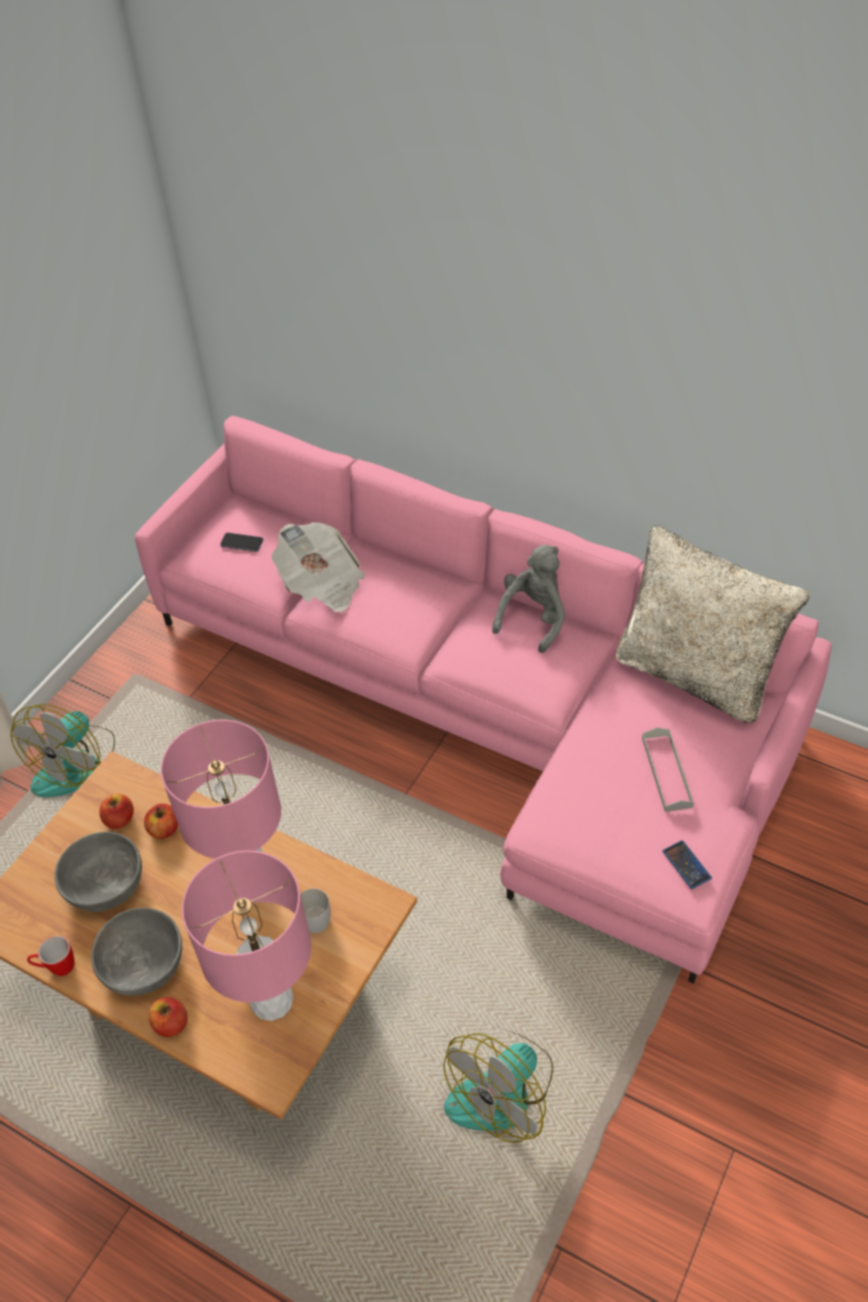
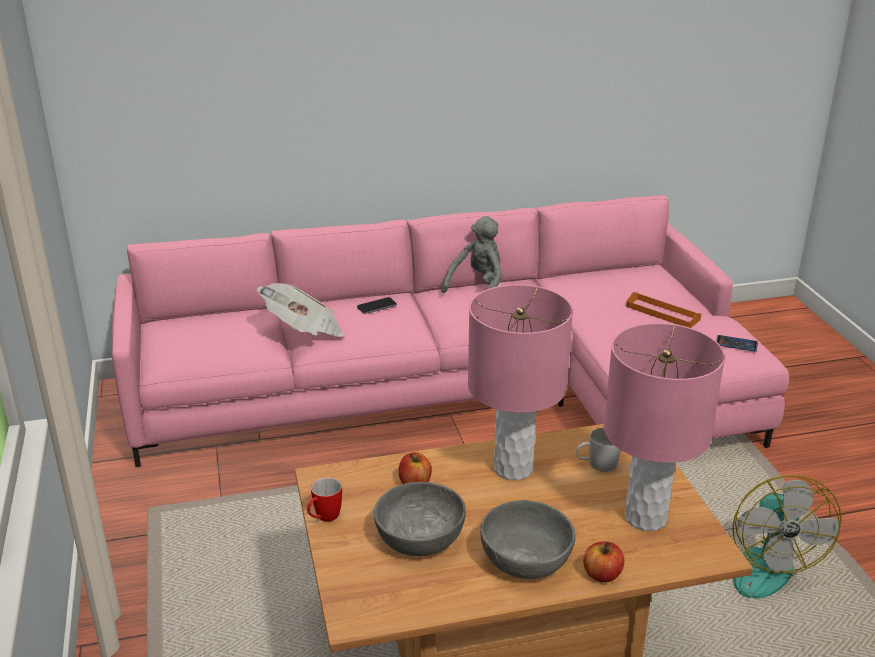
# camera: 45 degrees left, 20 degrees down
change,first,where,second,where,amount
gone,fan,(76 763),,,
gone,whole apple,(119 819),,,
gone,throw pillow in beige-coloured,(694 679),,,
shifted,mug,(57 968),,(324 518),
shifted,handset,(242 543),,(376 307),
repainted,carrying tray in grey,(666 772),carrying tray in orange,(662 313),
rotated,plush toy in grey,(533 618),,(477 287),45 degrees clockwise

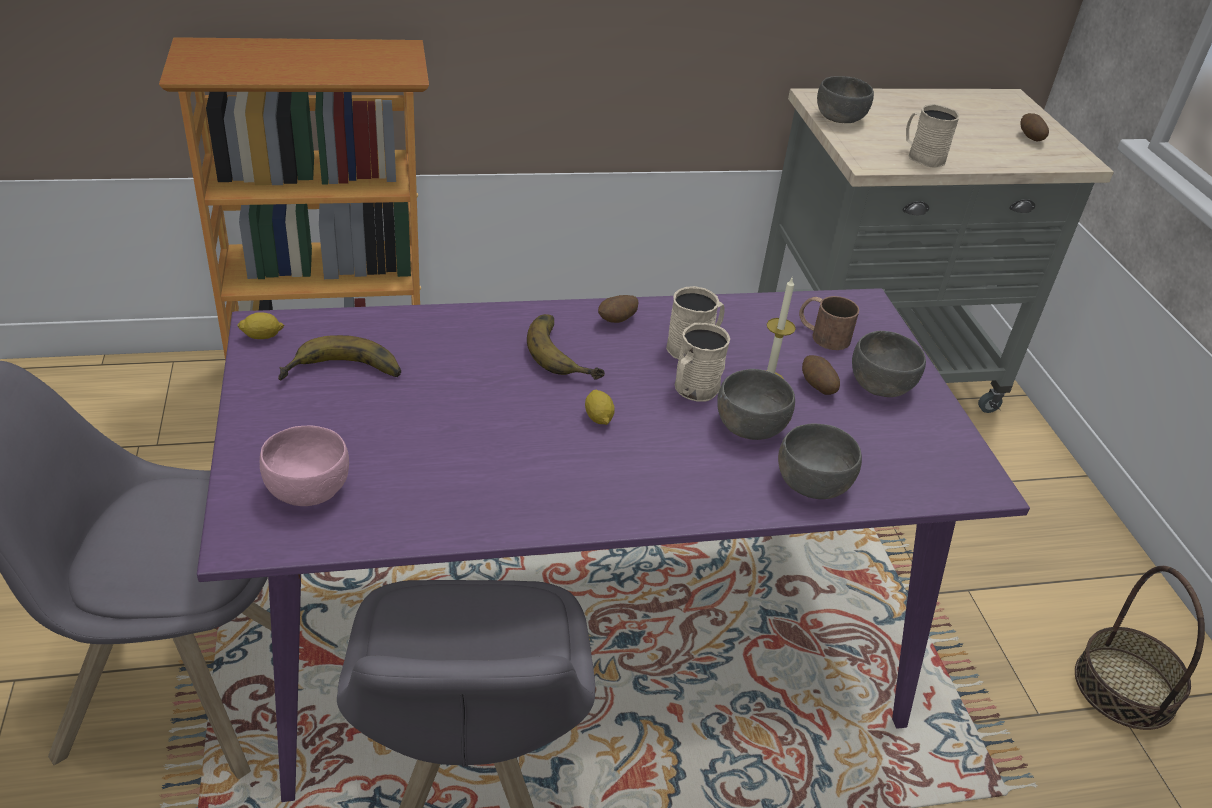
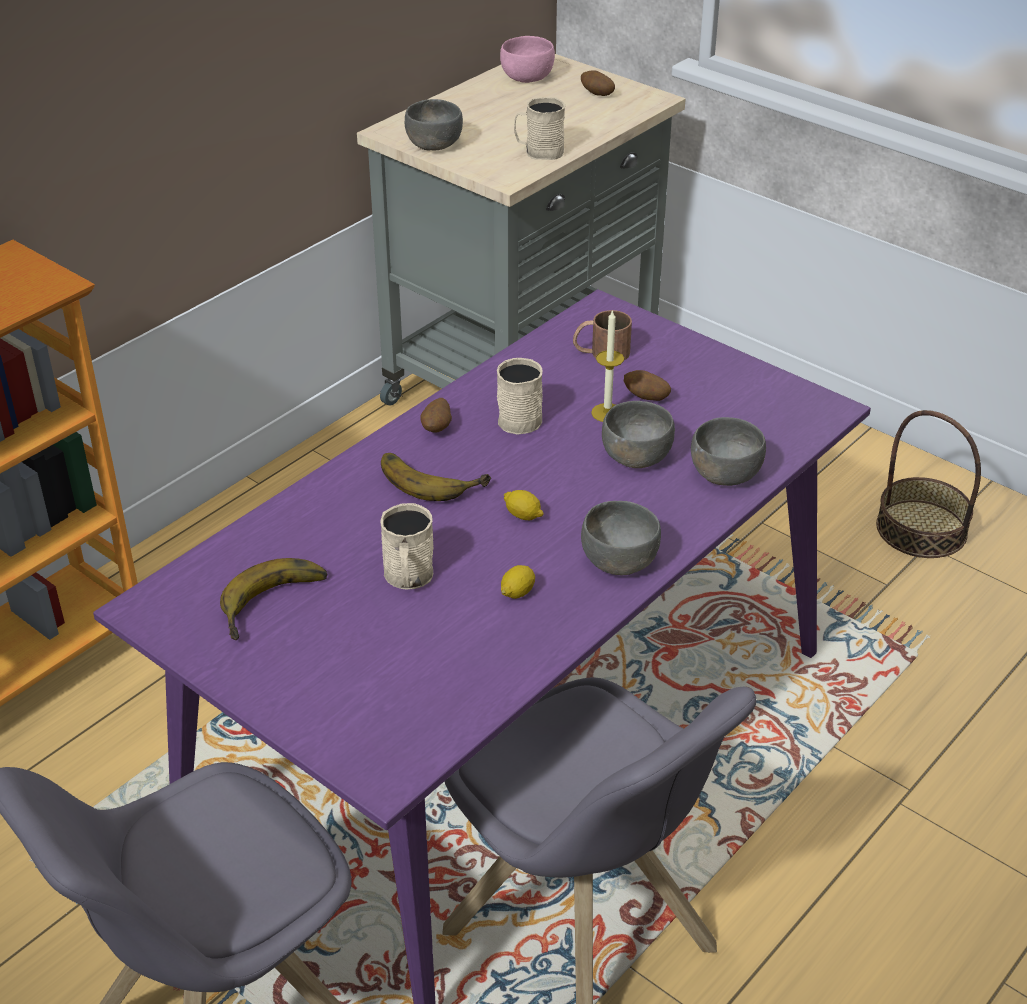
# camera: 35 degrees left, 0 degrees up
change,first,where,second,where,amount
shifted,lemon,(262 336),,(518 592),
shifted,serving bowl in pink,(306 489),,(526 77),
shifted,mug in beige-coloured,(693 390),,(408 577),
shifted,serving bowl in grey,(881 384),,(618 560),

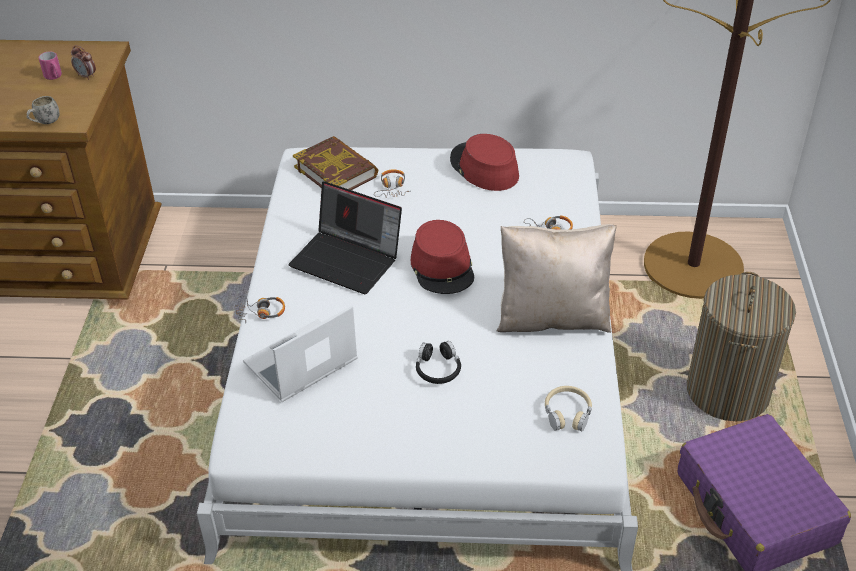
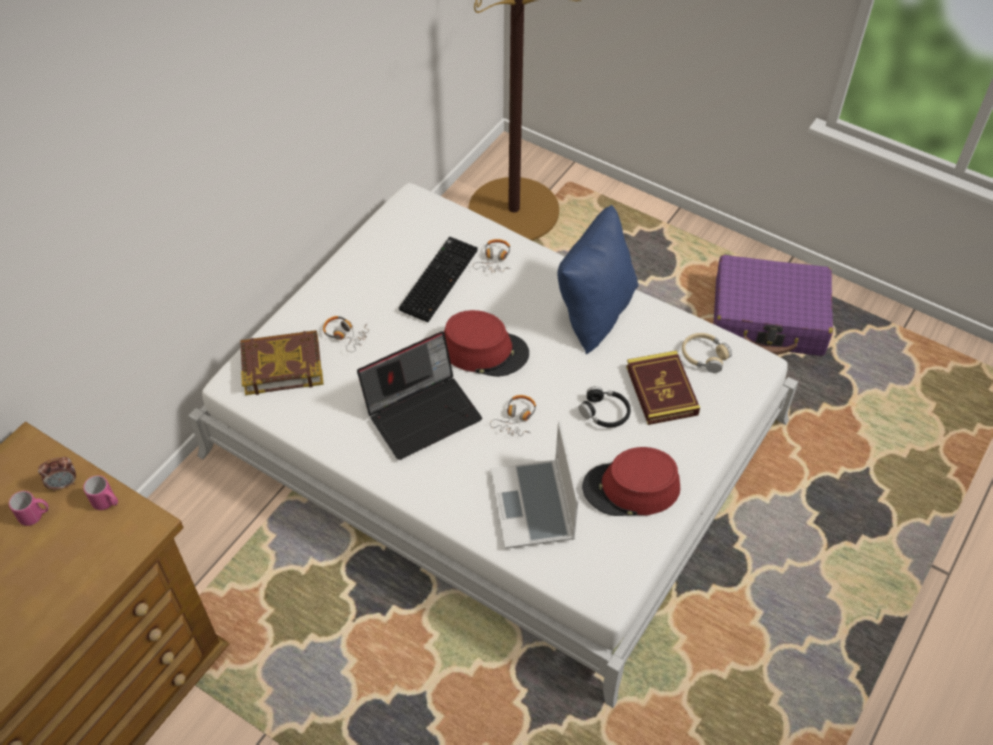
# camera: 60 degrees left, 10 degrees up
change,first,where,second,where,amount
gone,mug in white,(45 123),,,
gone,laundry basket,(727 391),,,
new,,,mug in pink,(107 503),
new,,,keyboard,(438 278),
new,,,book,(661 390),
shifted,pair of headphones,(260 312),,(516 418),
shifted,wearable hat in red-coloured,(484 168),,(631 488),
repainted,throw pillow in beige-coloured,(552 317),throw pillow in blue,(594 312),

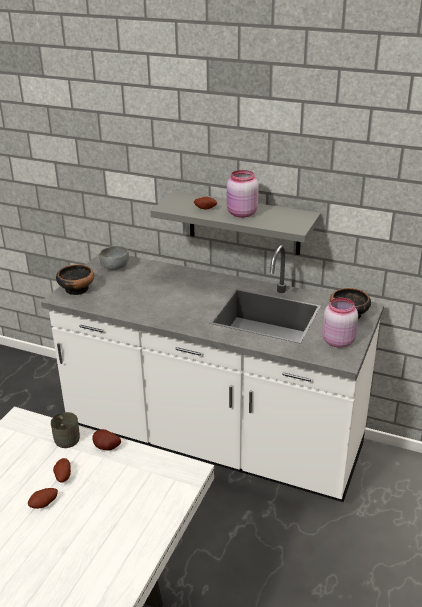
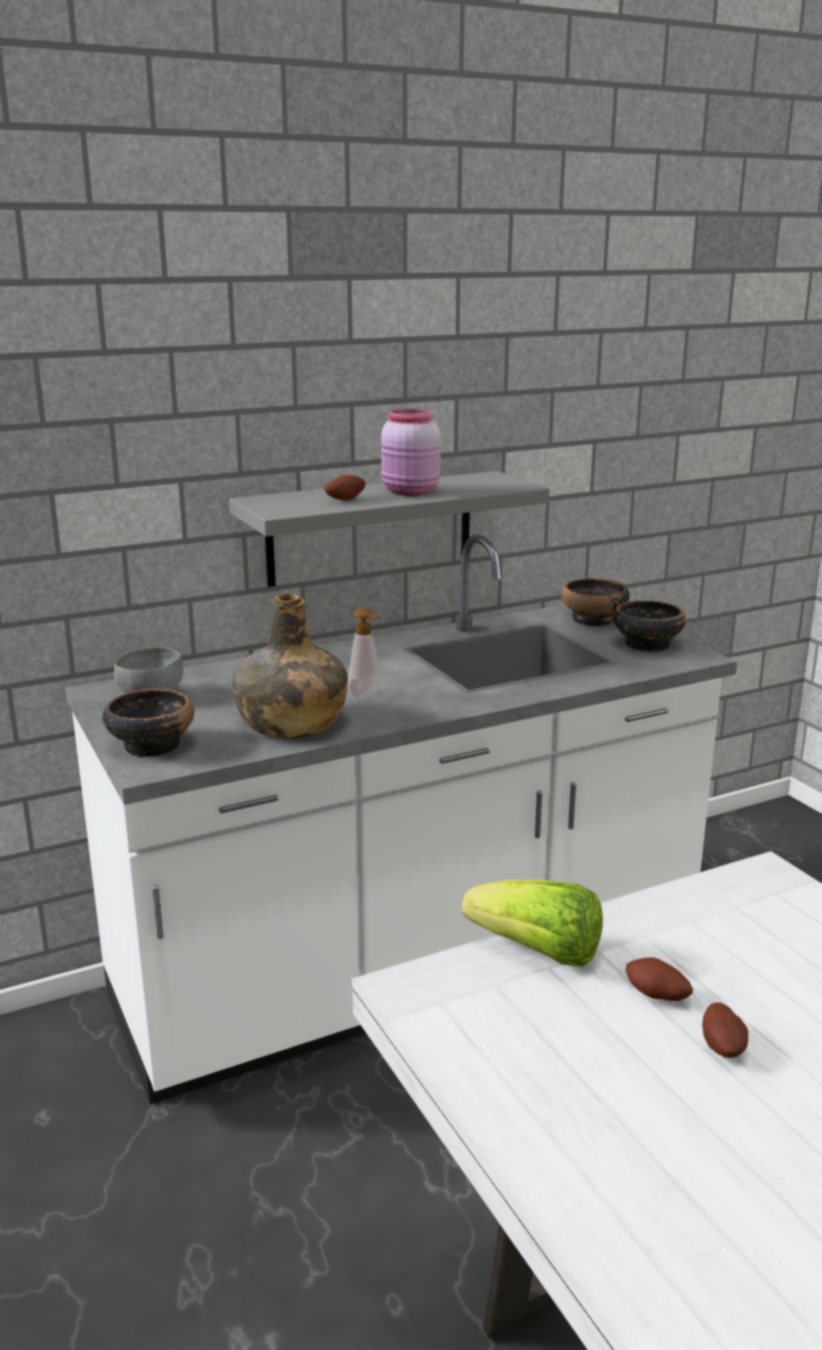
# camera: 50 degrees left, 10 degrees down
change,first,where,second,where,amount
gone,potato,(106 448),,,
new,,,beverage bottle in green-coloured,(291 724),
new,,,soap bottle,(367 696),
swapped,mug in grey,(66 437),lettuce,(538 952),
swapped,preserve jar in pink,(337 341),serving bowl,(646 644),

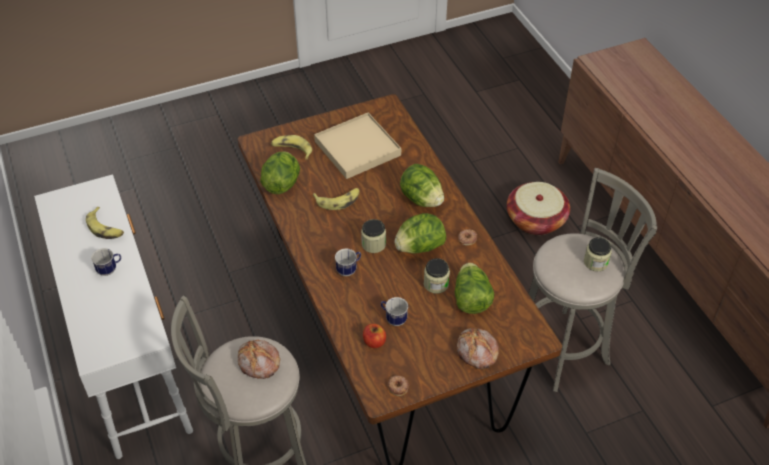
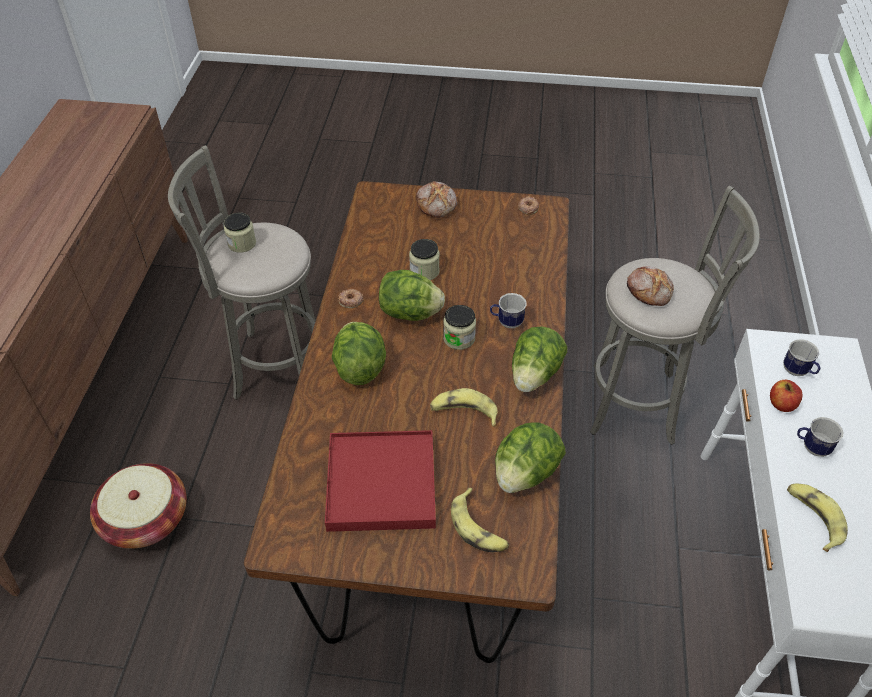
# camera: 150 degrees left, 0 degrees up
change,first,where,second,where,amount
shifted,whole apple,(374 342),,(781 404),
shifted,mug,(393 319),,(798 372),
shifted,lettuce,(471 299),,(534 375),
repainted,carrying tray in beige-coloured,(357 148),carrying tray in red-coloured,(381 483),

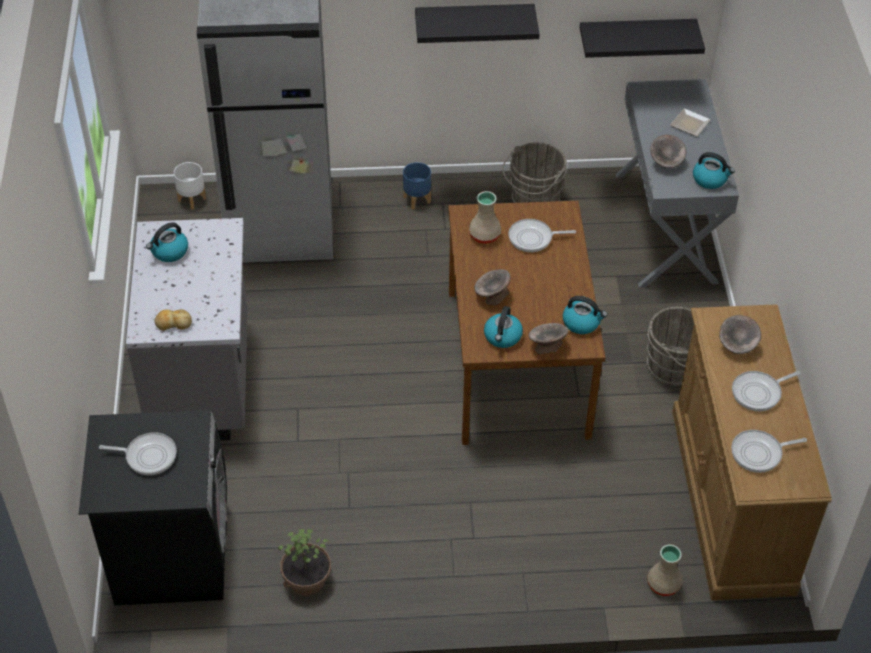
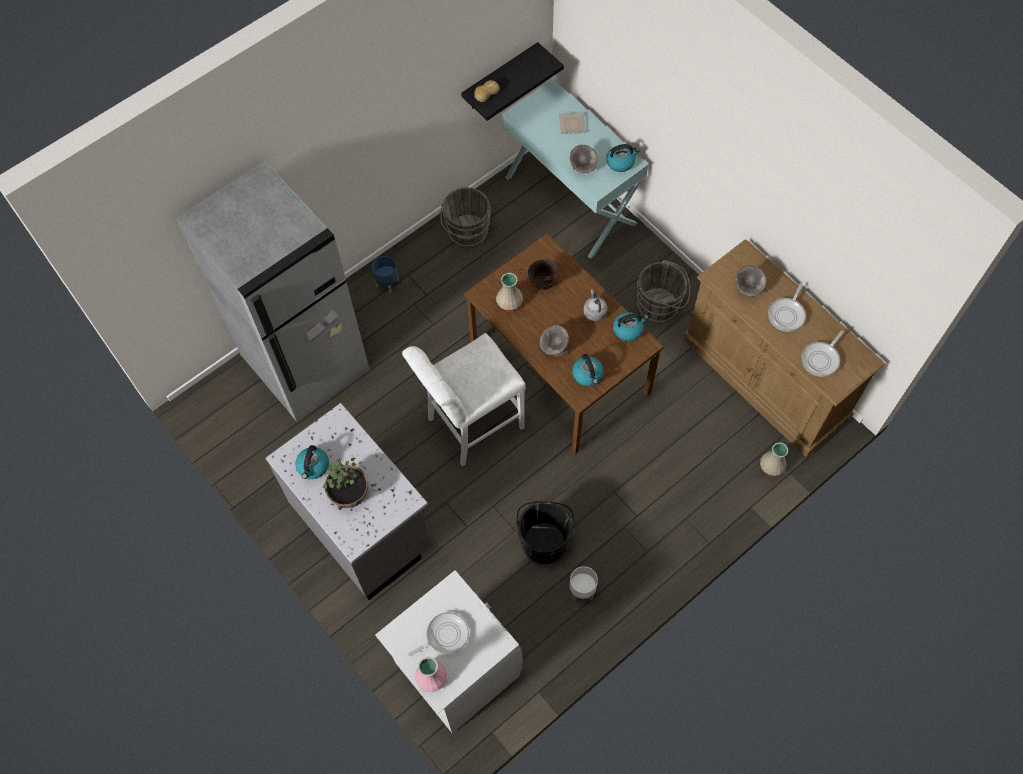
# camera: 35 degrees left, 15 degrees up
change,first,where,second,where,amount
gone,shelf in black,(474 21),,,
gone,serving bowl in grey,(546 346),,,
new,,,stool in white,(470 425),
new,,,decorative vase in pink,(431 677),
new,,,water bucket in black,(544 539),
new,,,tea kettle in grey,(594 311),
shifted,baked bread,(173 323),,(486 94),
shifted,flower pot in white,(191 199),,(581 590),
shifted,houseplant,(307 580),,(350 494),
swapped,frying pan,(533 238),serving bowl in brown,(543 283),
repainted,laundry machine in black,(169 552),laundry machine in white,(454 669),
repainted,desk in grey,(666 227),desk in blue-green,(571 199),

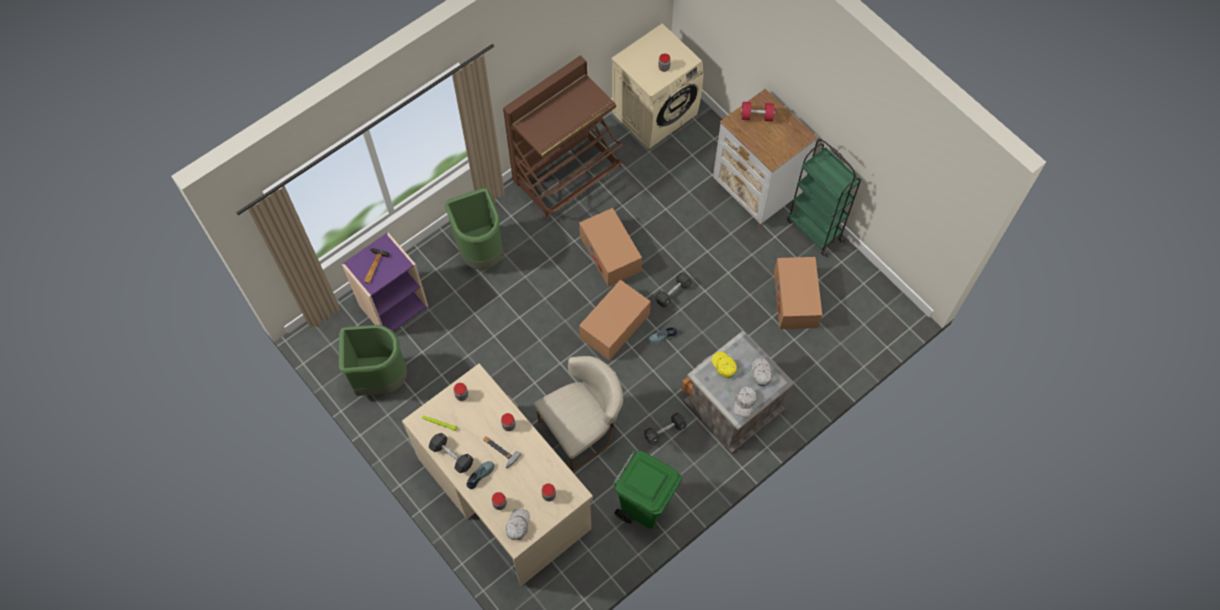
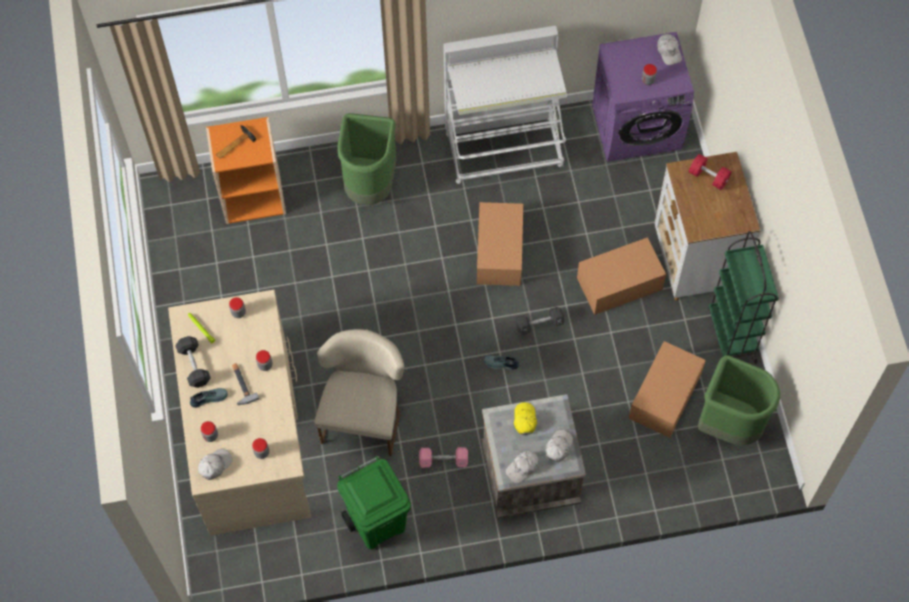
# camera: 30 degrees right, 0 degrees up
change,first,where,second,where,amount
new,,,cap in white,(669 51),
shifted,waste bin in green-coloured,(380 379),,(729 424),
shifted,packing box,(615 326),,(619 284),
repainted,bookcase in purplish,(394 305),bookcase in orange,(253 196),
repainted,shoe shelf in brown,(568 178),shoe shelf in white,(504 153),
repainted,laundry machine in beige-coloured,(655 114),laundry machine in purplish,(636 128),
repainted,free weight in black,(665 431),free weight in pink,(443 460),
rotated,plain chair in beige-coloured,(583 428),,(364 414),75 degrees counterclockwise

